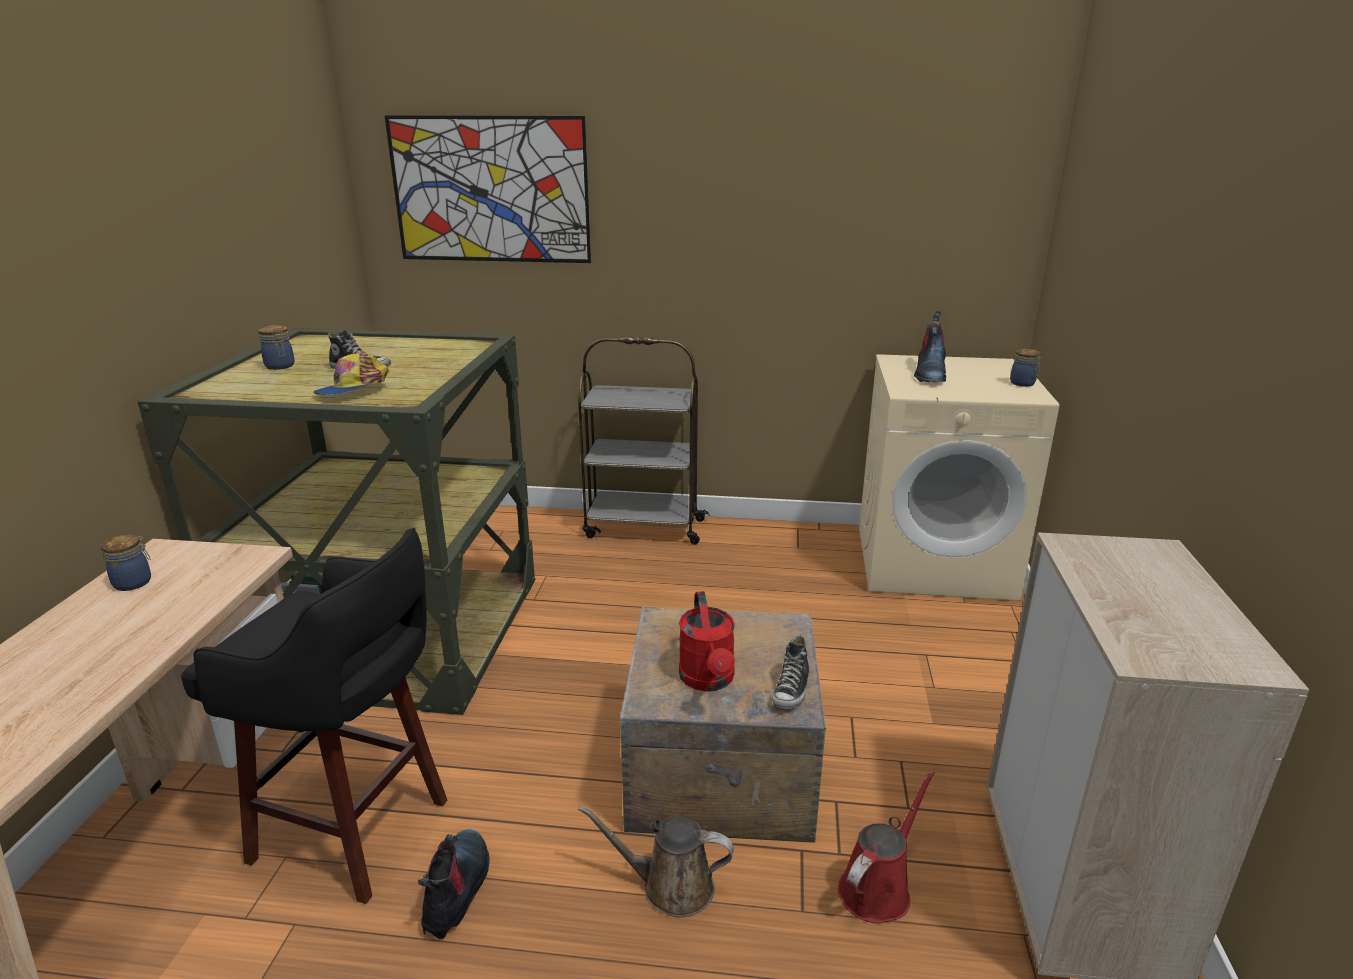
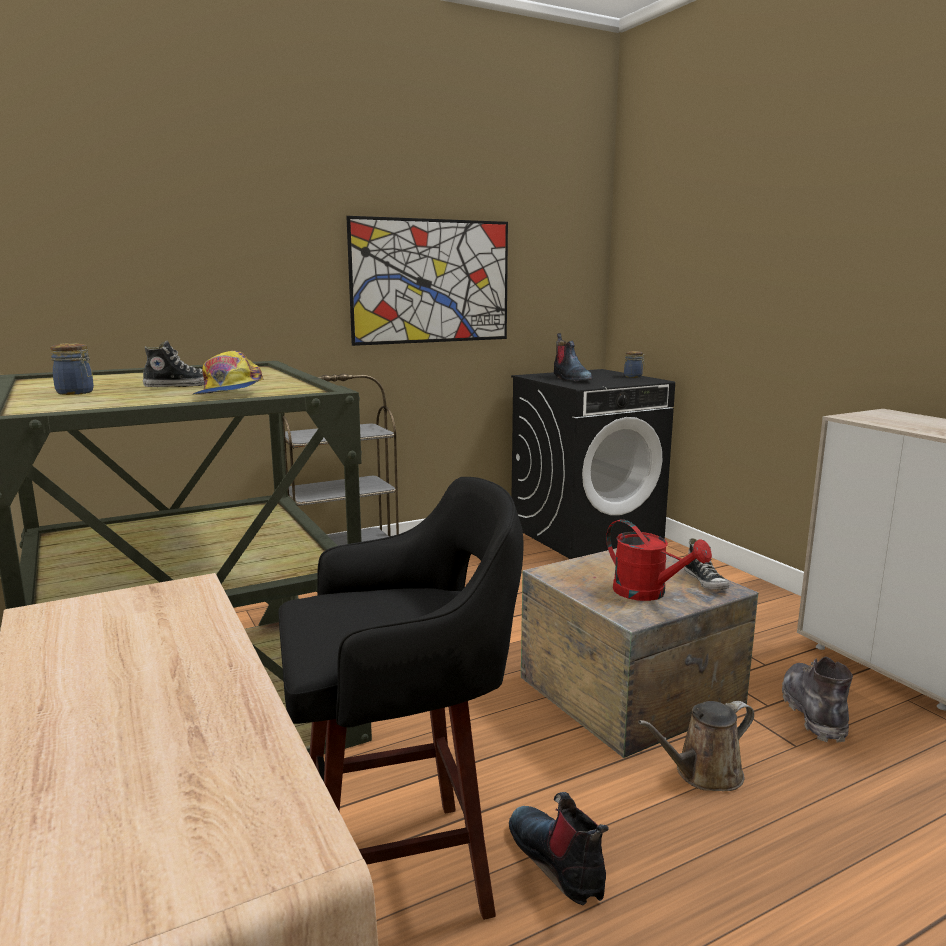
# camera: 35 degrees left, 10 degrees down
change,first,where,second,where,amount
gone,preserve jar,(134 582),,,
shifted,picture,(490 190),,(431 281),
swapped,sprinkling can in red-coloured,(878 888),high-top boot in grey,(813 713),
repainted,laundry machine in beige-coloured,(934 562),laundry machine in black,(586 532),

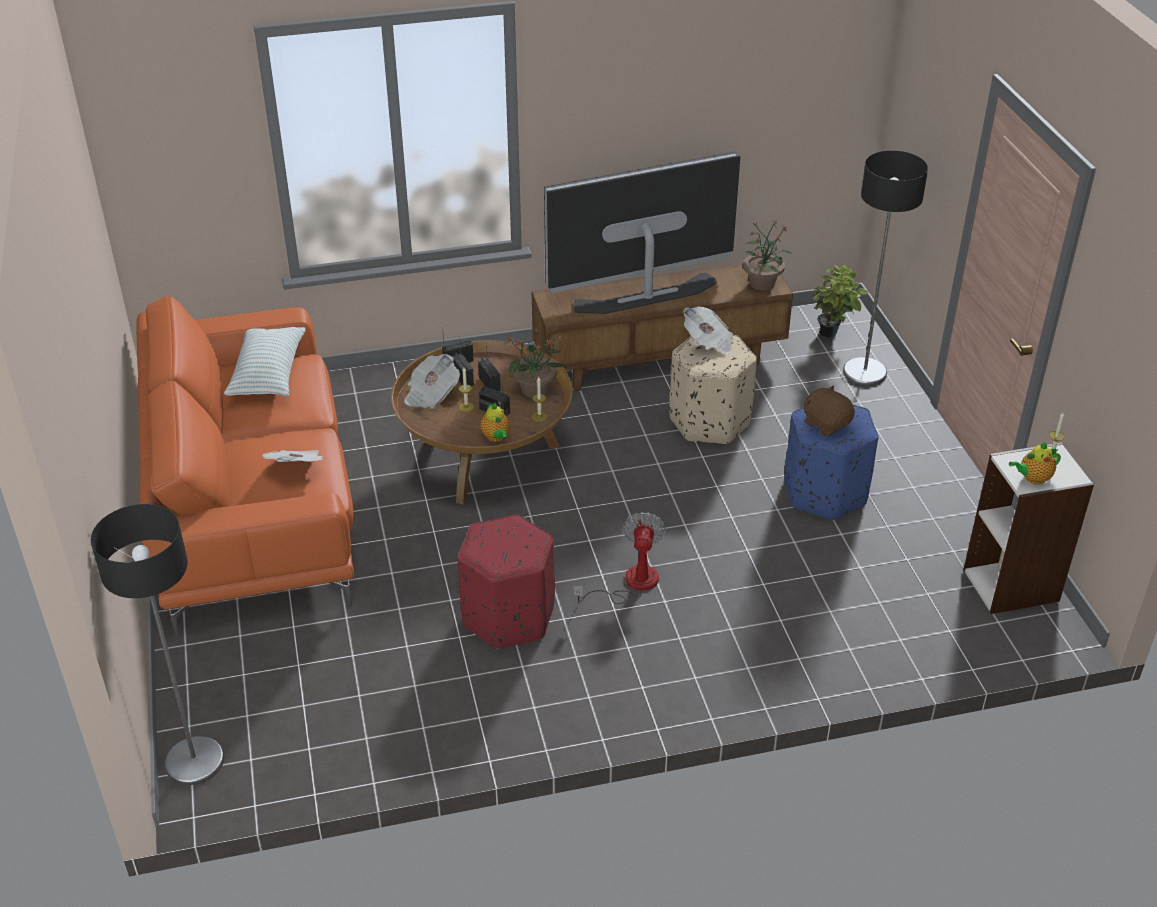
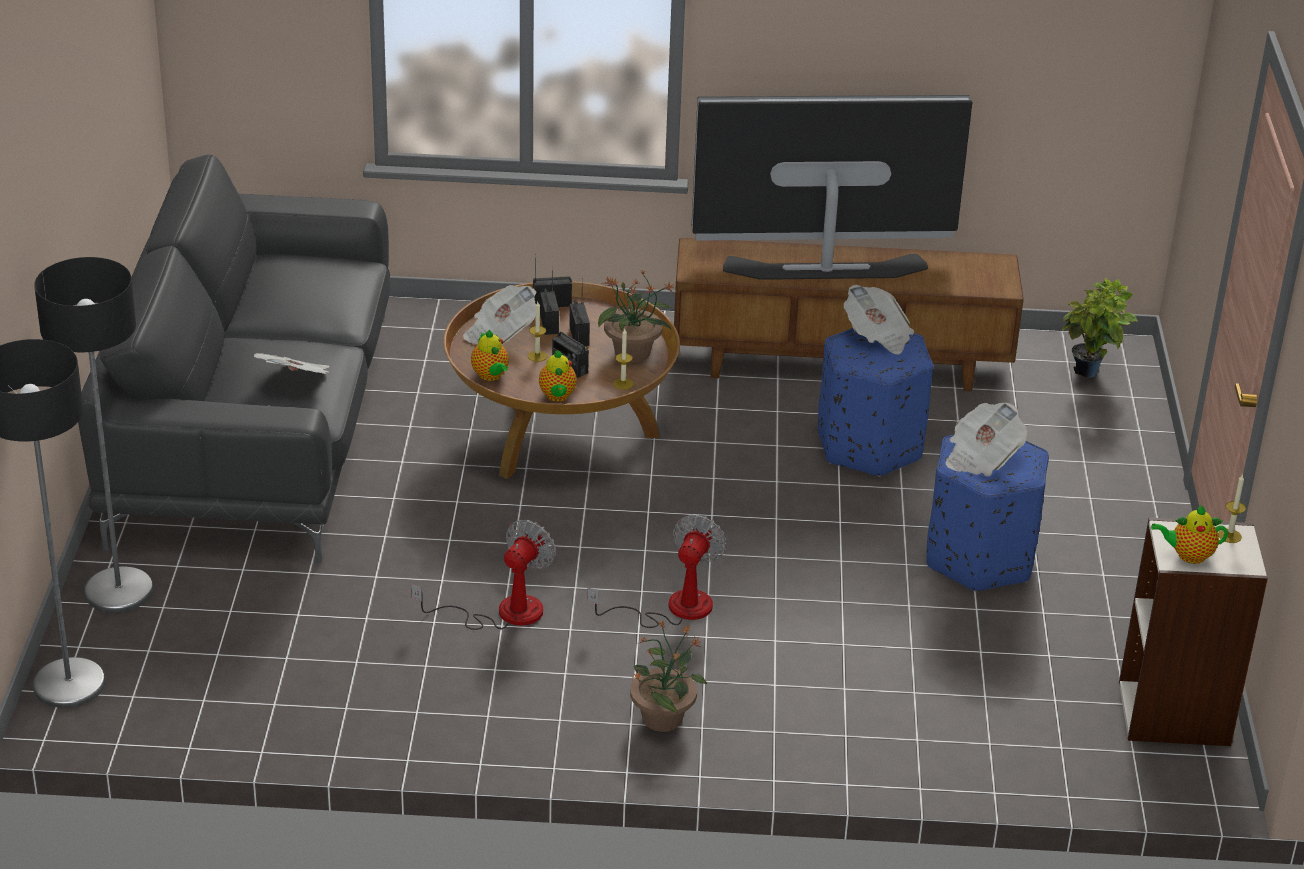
# camera: 15 degrees right, 5 degrees down
change,first,where,second,where,amount
gone,throw pillow,(268 374),,,
new,,,teapot,(491 376),
shifted,houseplant,(762 283),,(663 717),
shifted,floor lamp,(864 372),,(118 591),
swapped,pouffe in red-coloured,(508 616),fan,(503 612),
swapped,plush toy in brown,(826 424),printed paper,(981 457),
repainted,settee in orange,(253 500),settee in grey,(255 424),
repainted,pouffe in beige-coloured,(710 421),pouffe in blue,(870 446),

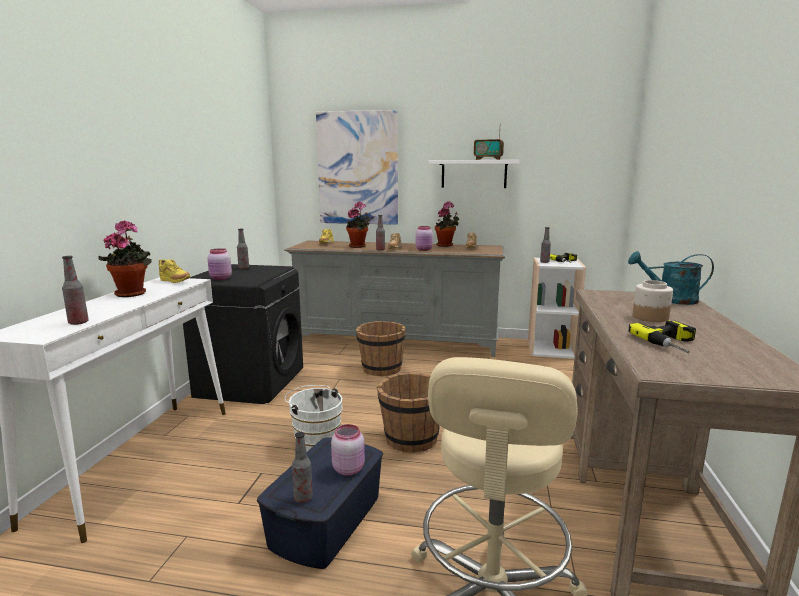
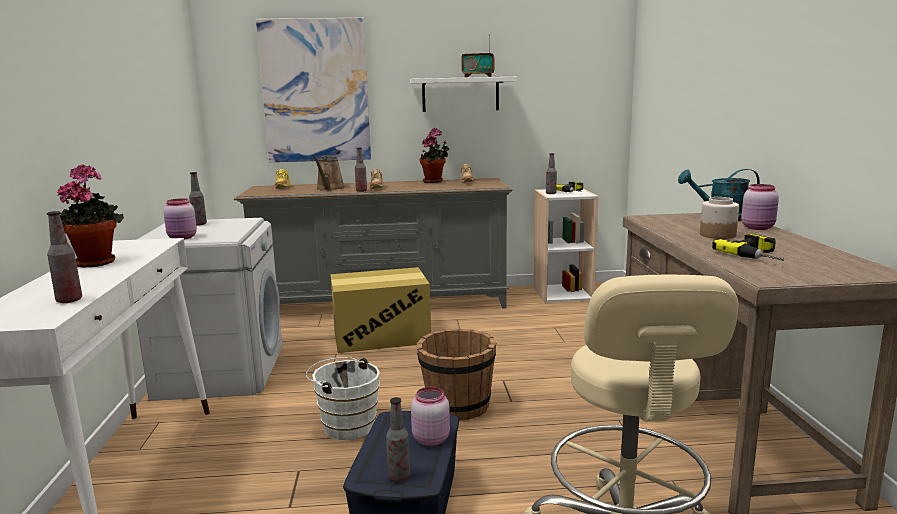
# camera: 15 degrees left, 0 degrees up
change,first,where,second,where,amount
gone,shoe in yellow,(175 281),,,
shifted,preserve jar in pink,(424 249),,(758 228),
swapped,houseplant,(359 246),sprinkling can in brown,(329 189),
swapped,water bucket in brown,(381 369),packing box,(381 336),
repainted,laundry machine in black,(253 381),laundry machine in white,(223 370),

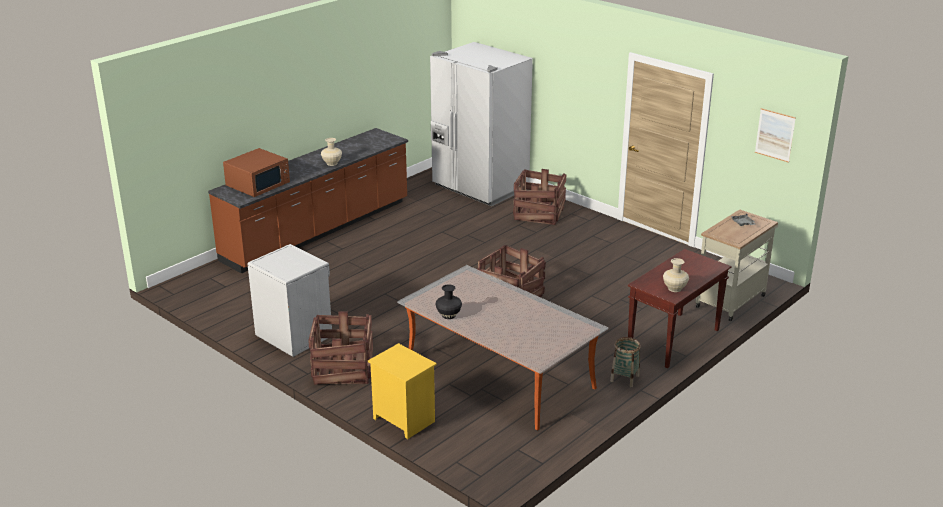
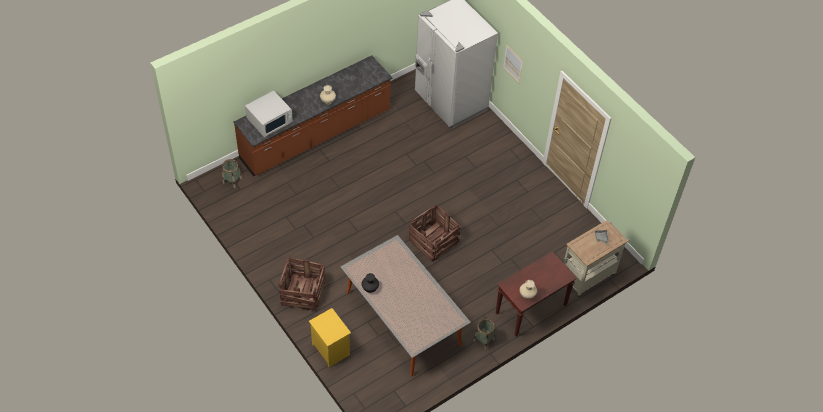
# camera: 10 degrees right, 25 degrees up
change,first,where,second,where,amount
gone,laundry machine in white,(295 335),,,
gone,packing crate,(539 213),,,
new,,,basket,(232 180),
shifted,picture,(775 135),,(513 64),
repainted,kitchen microwave in brown,(258 184),kitchen microwave in white,(270 120),

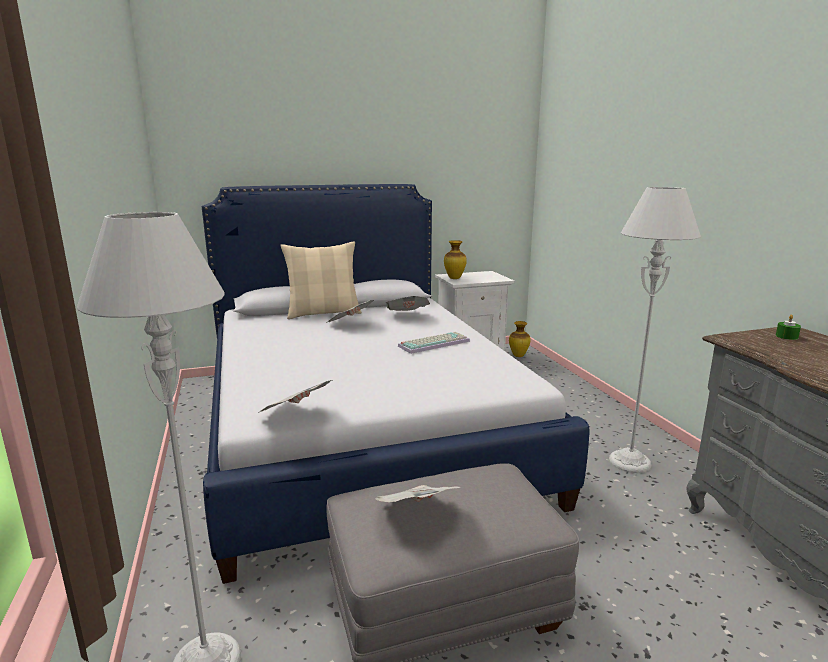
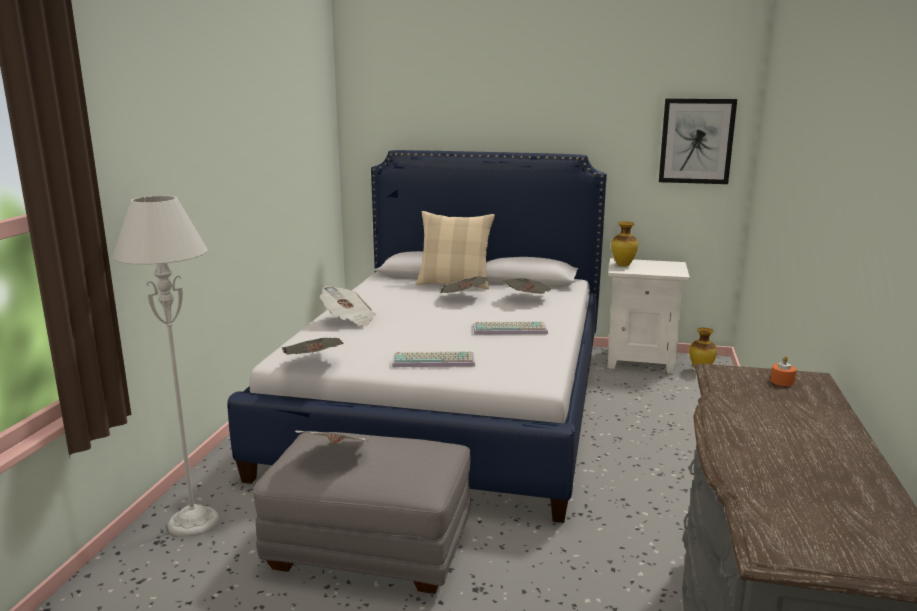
# camera: 30 degrees right, 0 degrees up
change,first,where,second,where,amount
gone,floor lamp in grey,(629 462),,,
new,,,printed paper,(349 320),
new,,,keyboard,(435 360),
new,,,picture,(696 141),
repainted,candle in green-coloured,(786 336),candle in orange,(782 381),

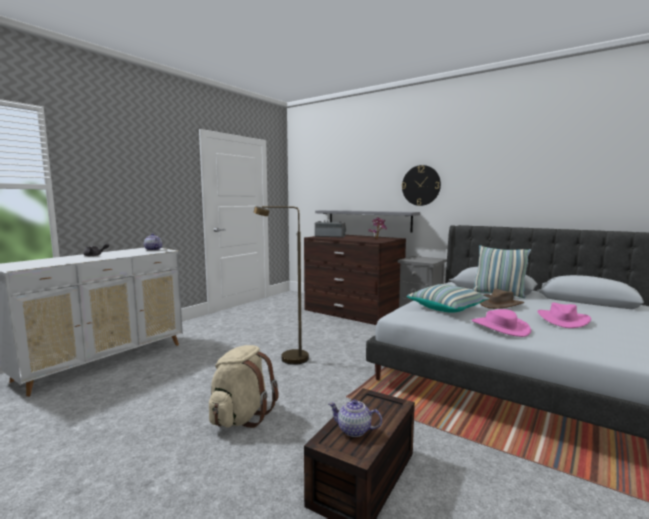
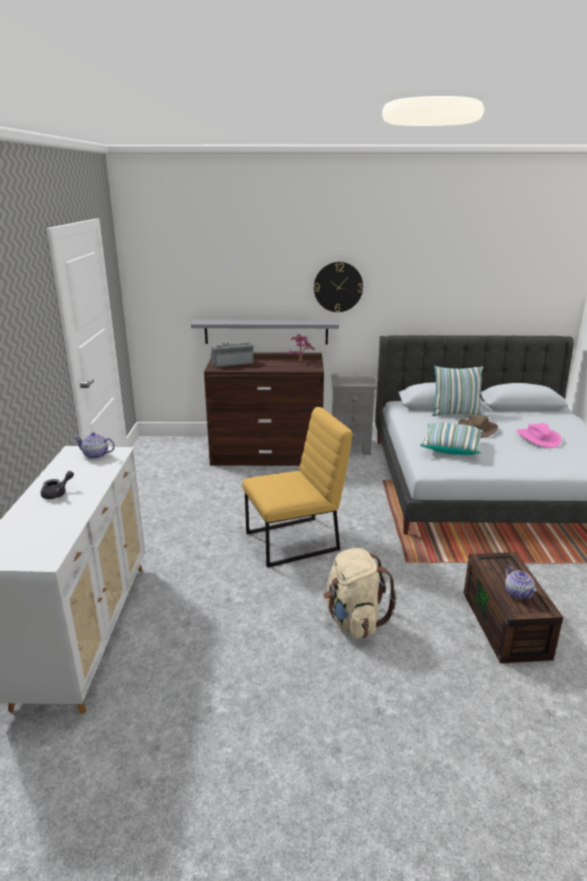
# camera: 35 degrees left, 15 degrees up
change,first,where,second,where,amount
gone,wearable hat in pink,(500 327),,,
swapped,floor lamp in brown,(287 358),plain chair in yellow,(295 541),
rotated,teapot,(354 430),,(518 593),90 degrees counterclockwise

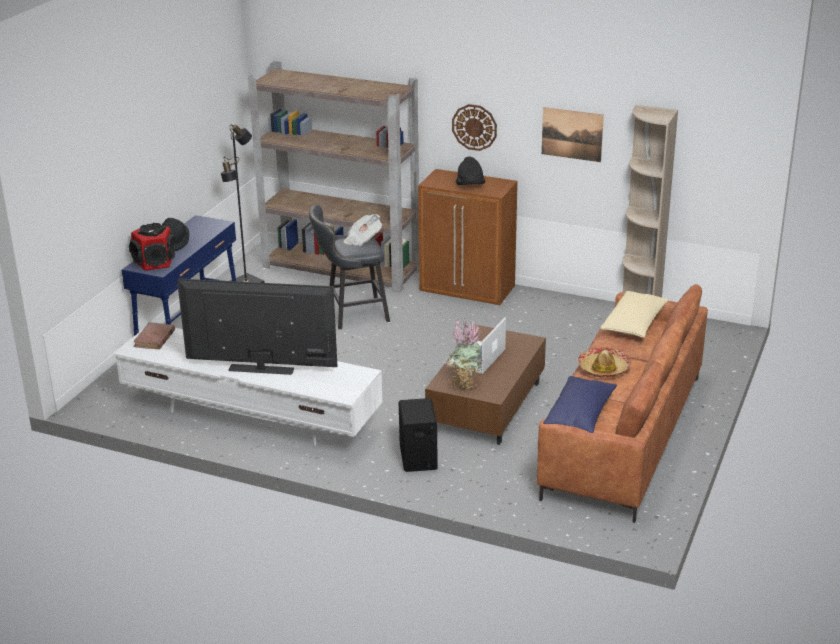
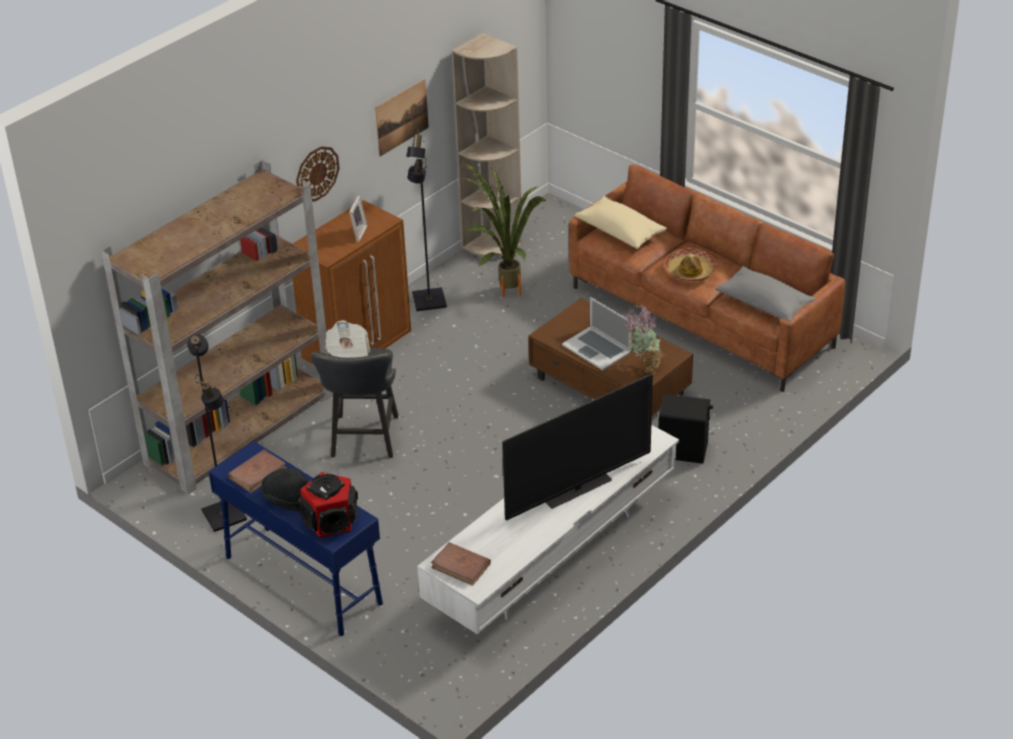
# camera: 70 degrees left, 10 degrees up
change,first,where,second,where,amount
new,,,book in brown,(258 473),
new,,,floor lamp in black,(429 300),
new,,,houseplant,(502 290),
swapped,wearable hat in black,(470 186),standing frame,(357 233),
repainted,throw pillow in blue,(580 416),throw pillow in grey,(765 304),
rotated,television,(261 370),,(578 491),150 degrees counterclockwise

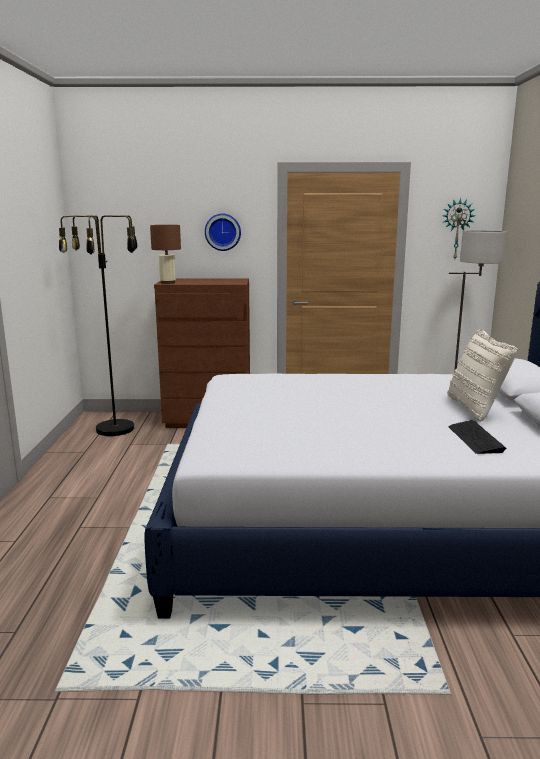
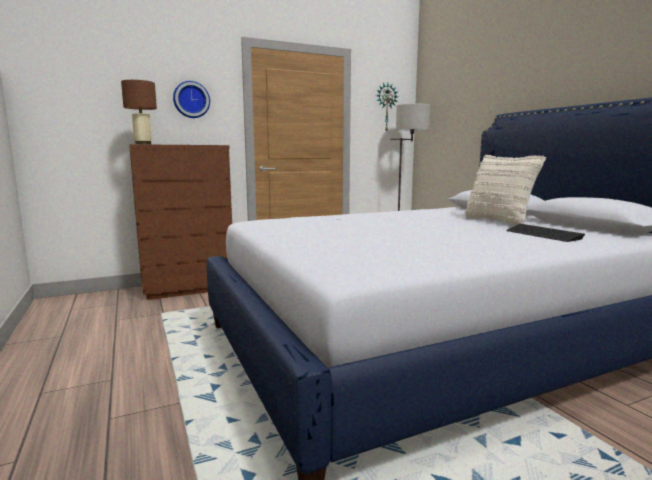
# camera: 25 degrees left, 5 degrees down
change,first,where,second,where,amount
gone,floor lamp,(114 429),,,

